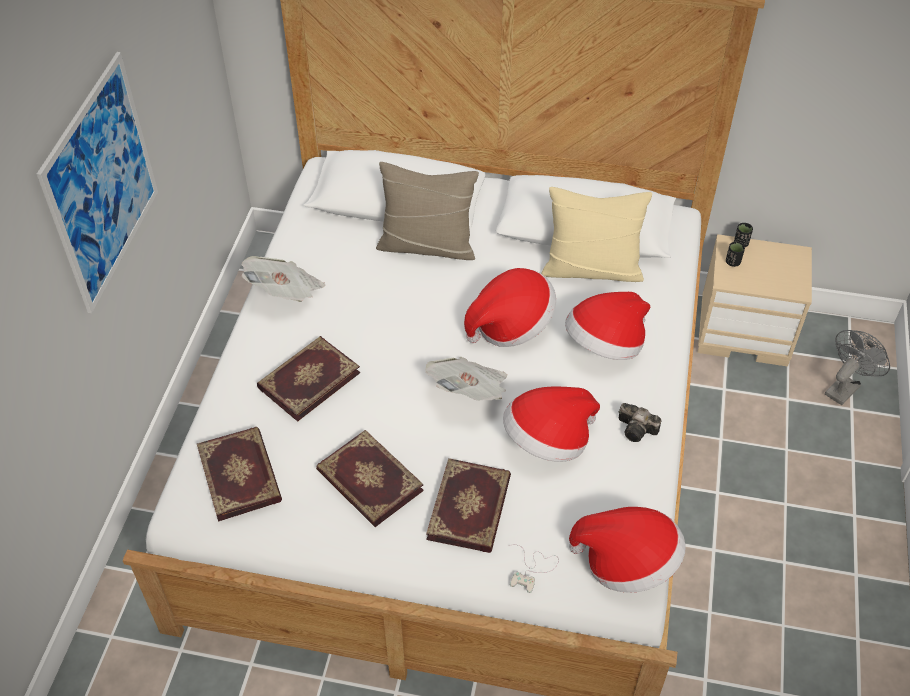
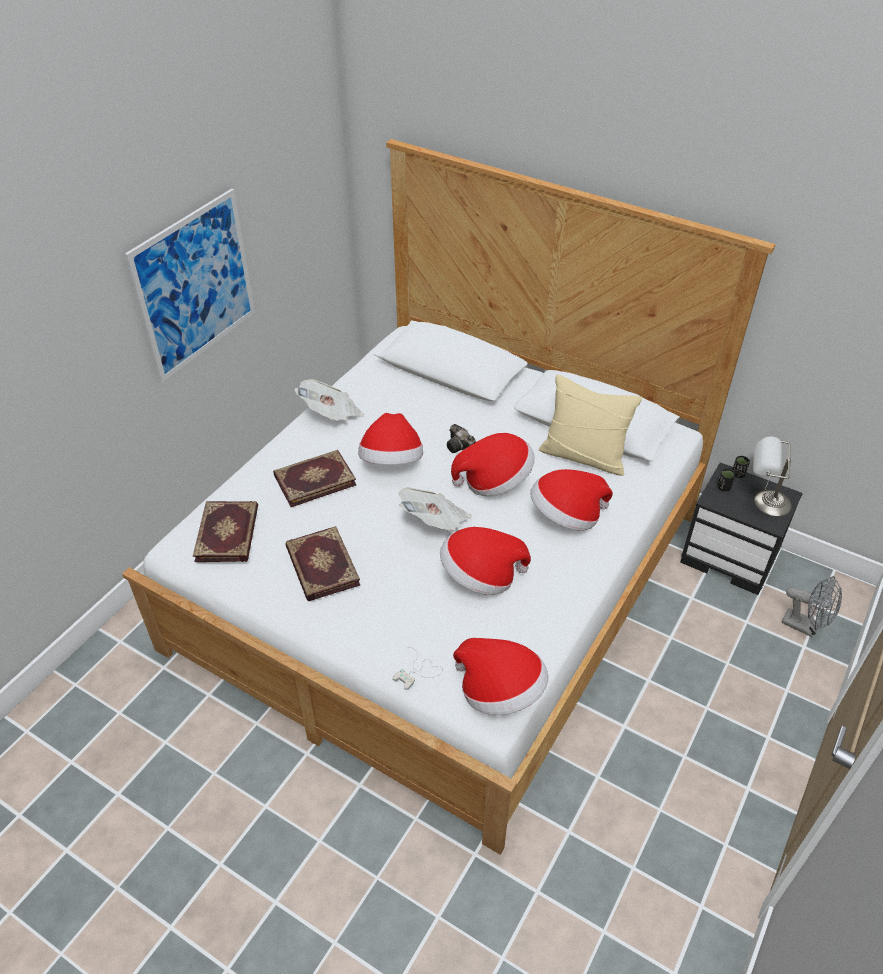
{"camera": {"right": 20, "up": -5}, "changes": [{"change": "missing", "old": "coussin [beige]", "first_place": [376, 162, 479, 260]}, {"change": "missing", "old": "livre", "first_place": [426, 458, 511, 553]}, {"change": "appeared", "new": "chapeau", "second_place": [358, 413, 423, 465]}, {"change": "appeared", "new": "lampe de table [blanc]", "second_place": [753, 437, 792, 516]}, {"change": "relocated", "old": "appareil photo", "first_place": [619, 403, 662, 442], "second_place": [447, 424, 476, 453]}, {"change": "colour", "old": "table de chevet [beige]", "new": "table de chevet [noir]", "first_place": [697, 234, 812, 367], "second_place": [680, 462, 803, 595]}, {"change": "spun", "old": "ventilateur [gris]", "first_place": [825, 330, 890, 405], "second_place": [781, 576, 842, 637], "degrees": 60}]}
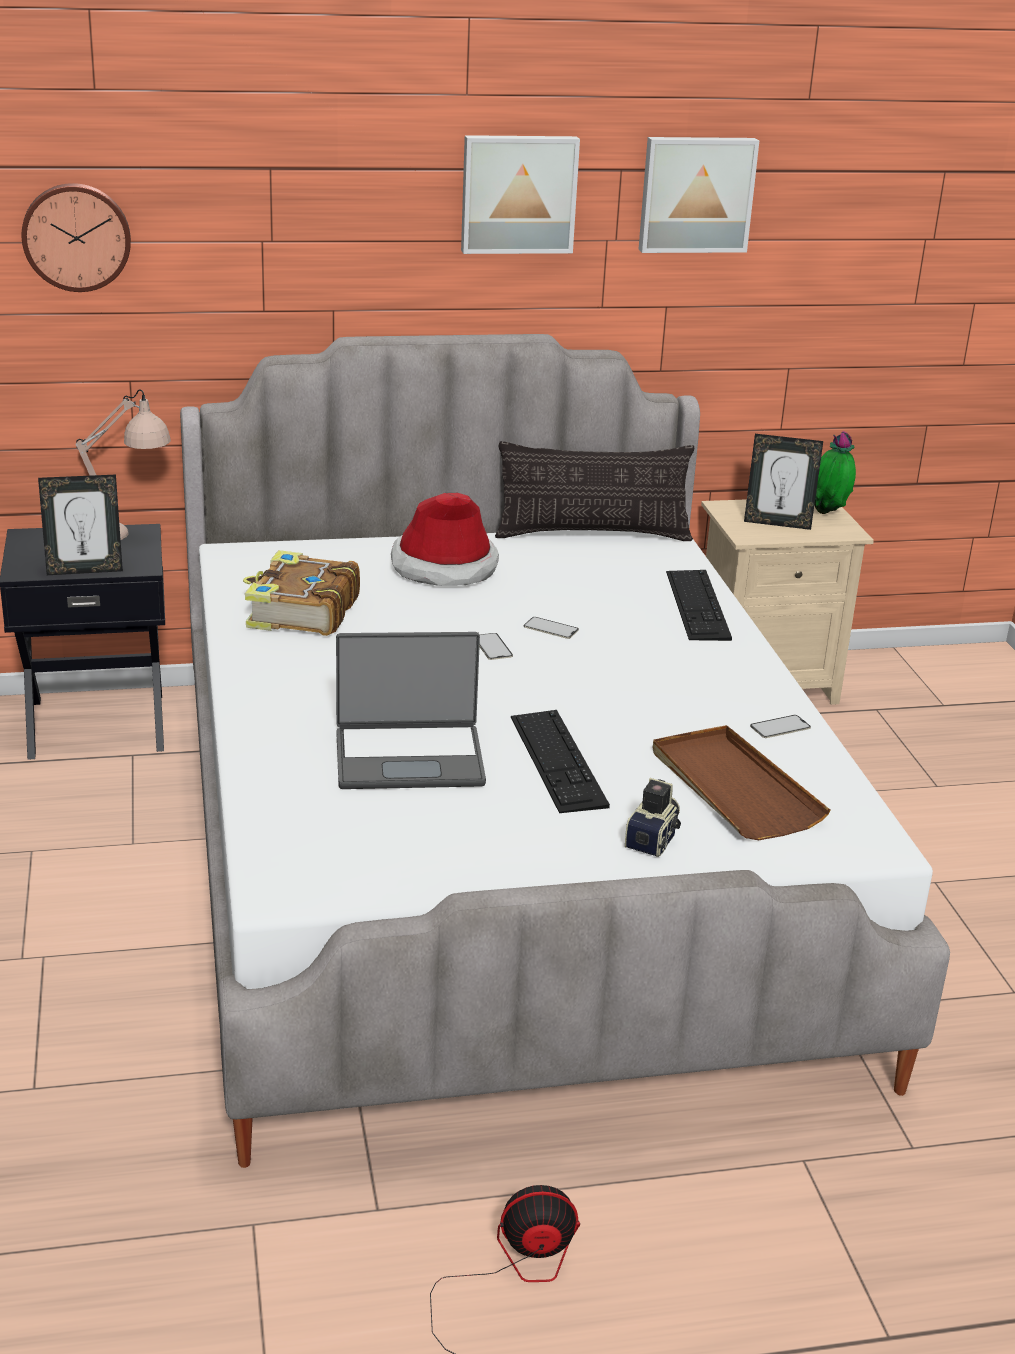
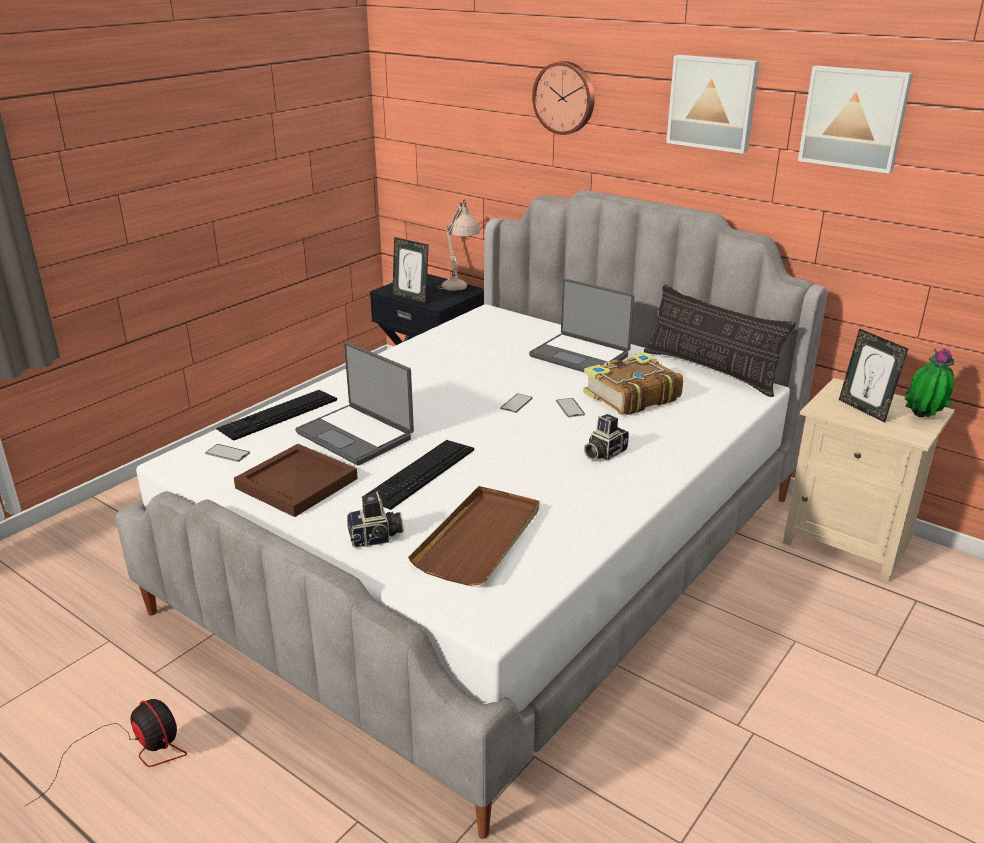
{"camera": {"right": 50, "up": 0}, "changes": [{"change": "appeared", "new": "plateau [marron]", "second_place": [234, 444, 358, 517]}, {"change": "appeared", "new": "appareil photo", "second_place": [584, 414, 629, 461]}, {"change": "relocated", "old": "horloge murale", "first_place": [22, 183, 131, 292], "second_place": [532, 61, 595, 135]}, {"change": "relocated", "old": "livre", "first_place": [243, 550, 360, 636], "second_place": [583, 352, 683, 415]}, {"change": "relocated", "old": "clavier", "first_place": [666, 570, 732, 641], "second_place": [216, 390, 337, 441]}, {"change": "relocated", "old": "téléphone", "first_place": [750, 715, 811, 738], "second_place": [205, 444, 250, 462]}, {"change": "exchanged", "old": "chapeau", "new": "ordinateur portable", "first_place": [391, 493, 499, 586], "second_place": [529, 279, 634, 372]}]}
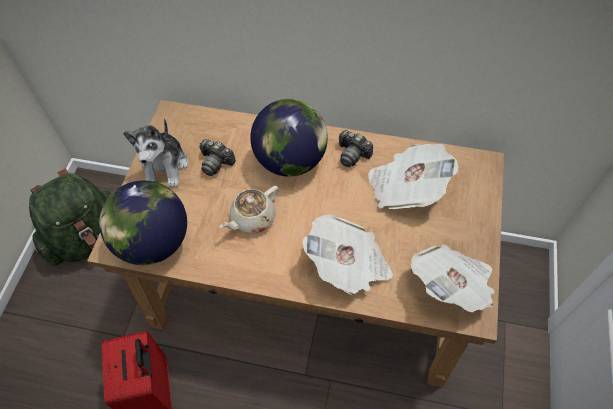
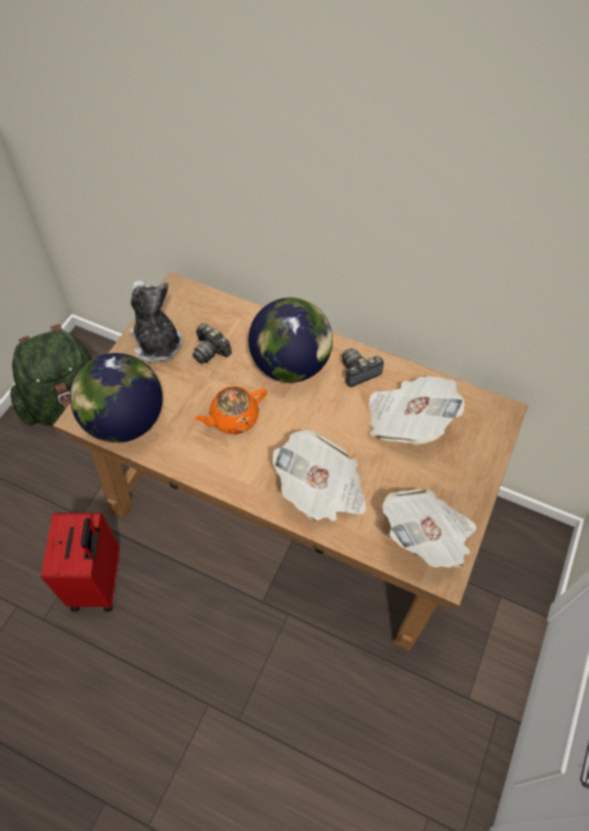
{"camera": {"right": 10, "up": 0}, "changes": [{"change": "colour", "old": "théière [beige]", "new": "théière [orange]", "first_place": [220, 186, 279, 234], "second_place": [194, 386, 267, 434]}, {"change": "spun", "old": "peluche", "first_place": [123, 118, 188, 187], "second_place": [130, 280, 183, 363], "degrees": 135}, {"change": "spun", "old": "appareil photo", "first_place": [339, 130, 373, 167], "second_place": [342, 348, 384, 387], "degrees": 105}]}
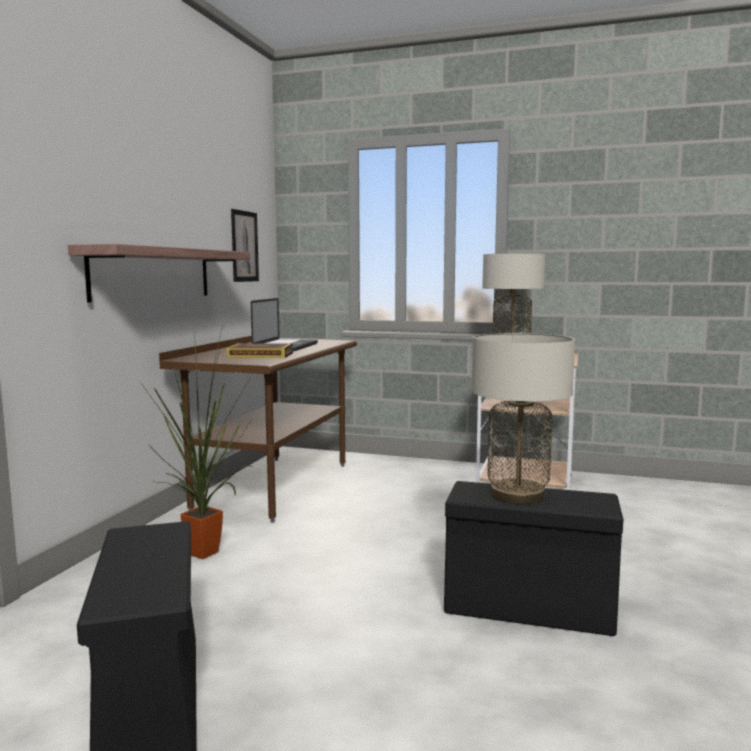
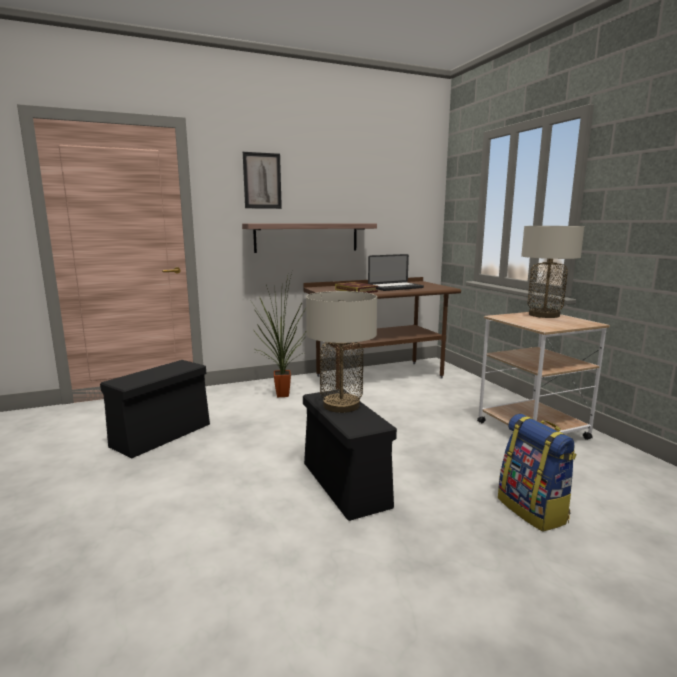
{"camera": {"right": 50, "up": 5}, "changes": [{"change": "appeared", "new": "sac à dos", "second_place": [498, 414, 577, 532]}, {"change": "relocated", "old": "tableau", "first_place": [231, 209, 259, 282], "second_place": [243, 152, 282, 209]}]}
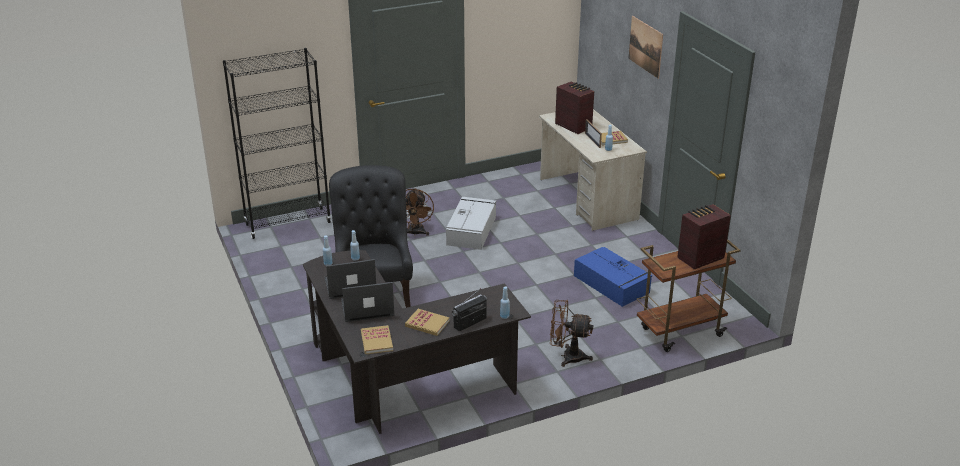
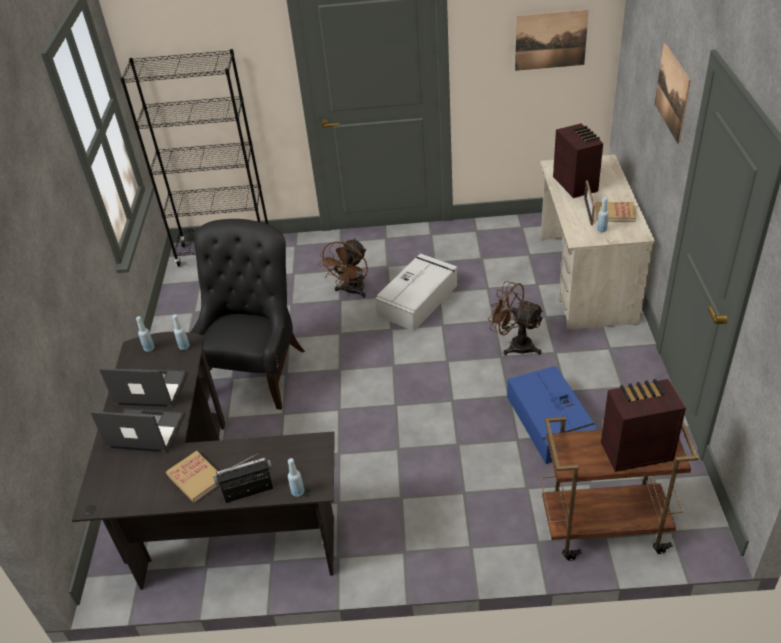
{"camera": {"right": 25, "up": 10}, "changes": [{"change": "missing", "old": "livre", "first_place": [361, 325, 393, 354]}, {"change": "appeared", "new": "tableau", "second_place": [515, 9, 589, 71]}, {"change": "relocated", "old": "ventilateur [marron]", "first_place": [550, 300, 593, 367], "second_place": [488, 281, 544, 355]}]}
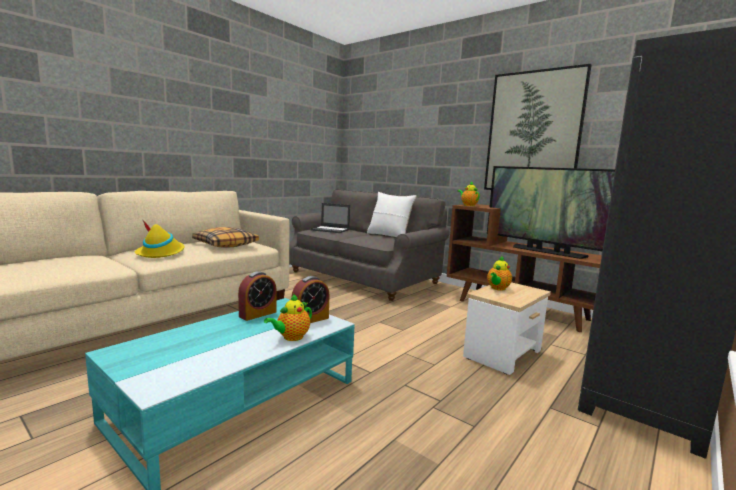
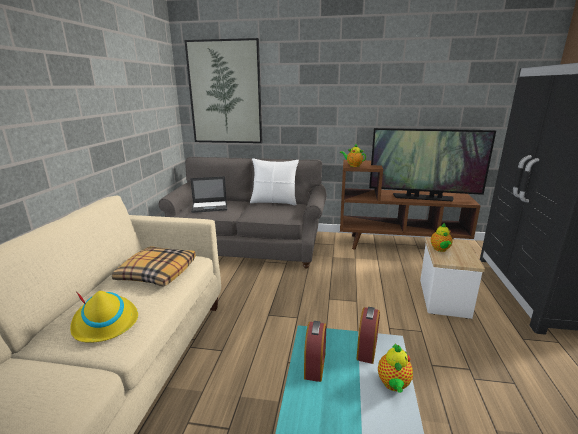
{"camera": {"right": -30, "up": 10}, "changes": [{"change": "relocated", "old": "tableau", "first_place": [484, 64, 592, 190], "second_place": [184, 38, 262, 143]}]}
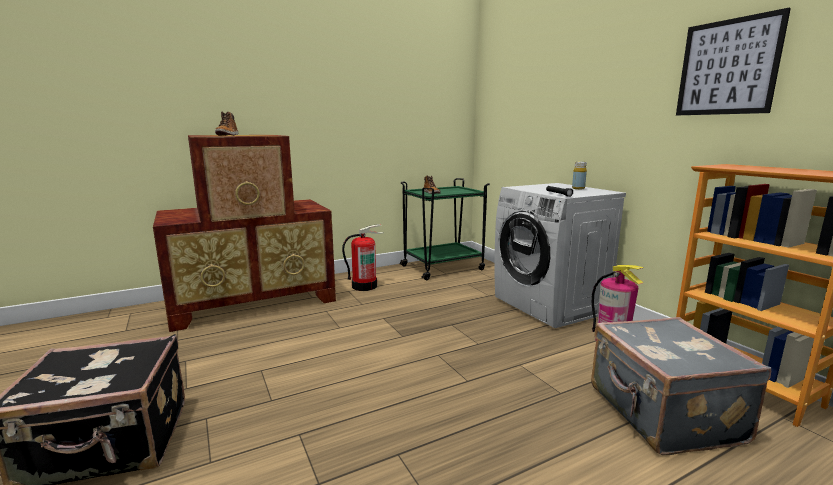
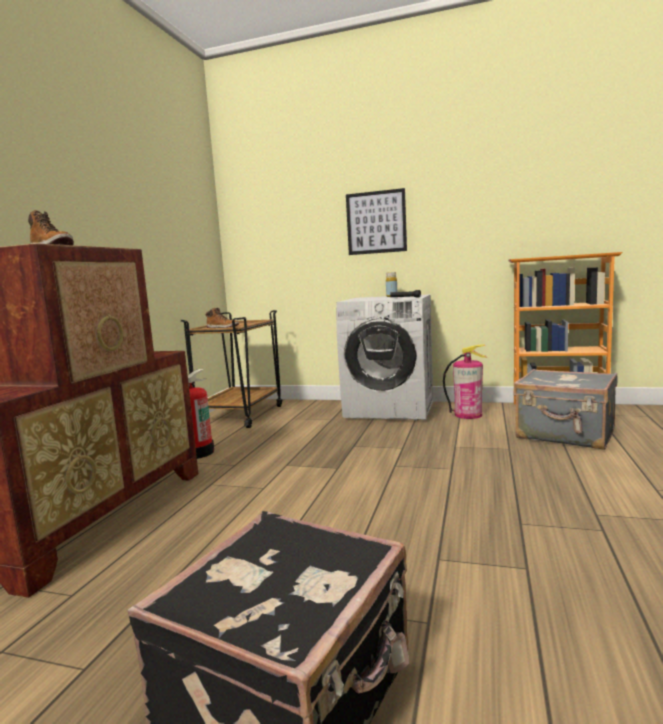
{"camera": {"right": -45, "up": -5}, "changes": [{"change": "relocated", "old": "tableau", "first_place": [676, 8, 791, 115], "second_place": [346, 188, 407, 255]}, {"change": "colour", "old": "chariot [vert]", "new": "chariot [marron]", "first_place": [400, 178, 490, 280], "second_place": [181, 310, 282, 428]}]}
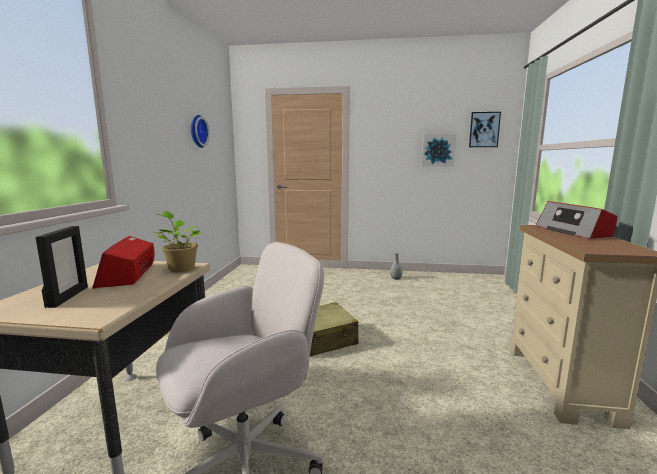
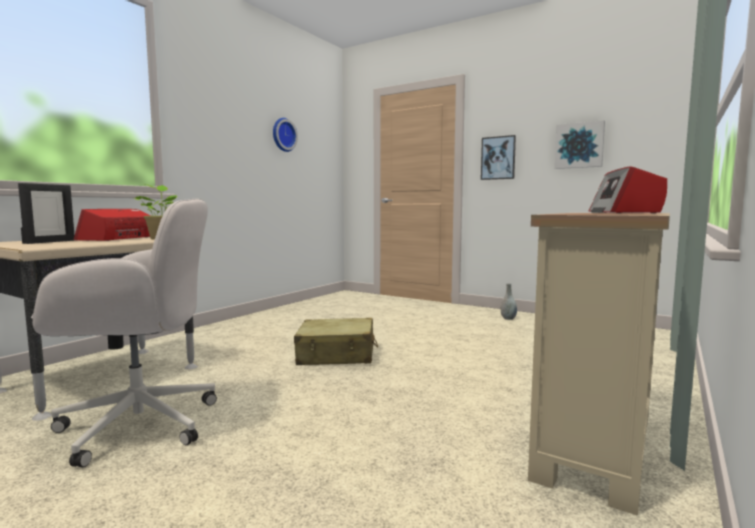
{"camera": {"right": 25, "up": -5}, "changes": [{"change": "relocated", "old": "tableau", "first_place": [469, 112, 501, 147], "second_place": [481, 135, 516, 180]}]}
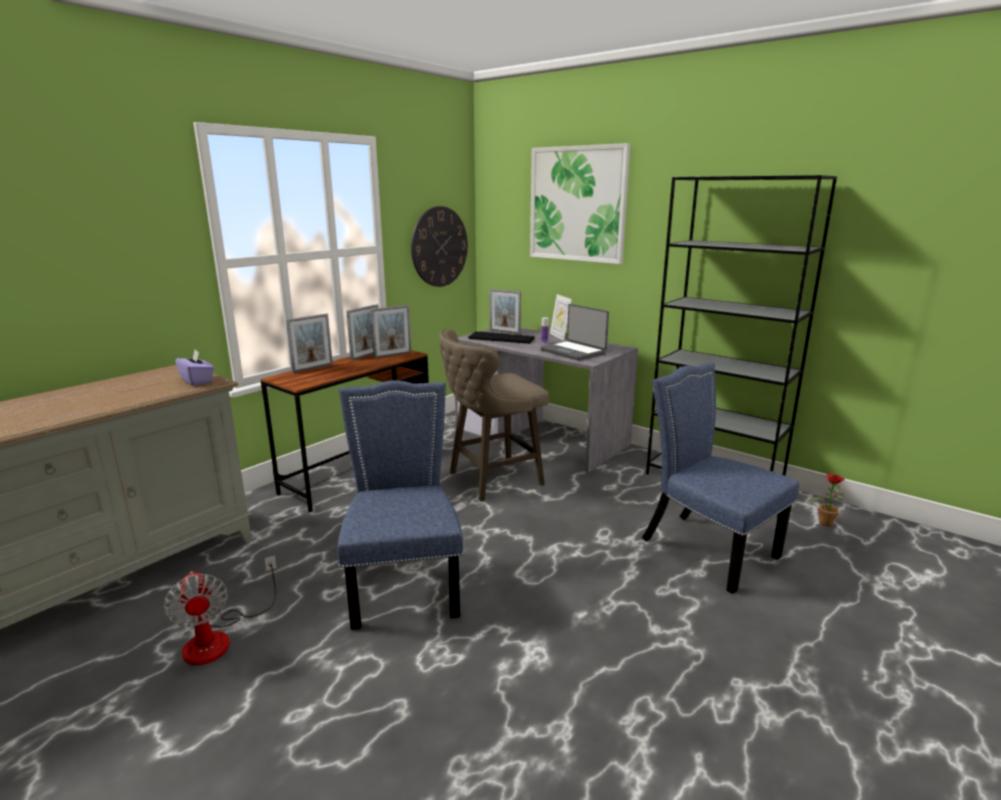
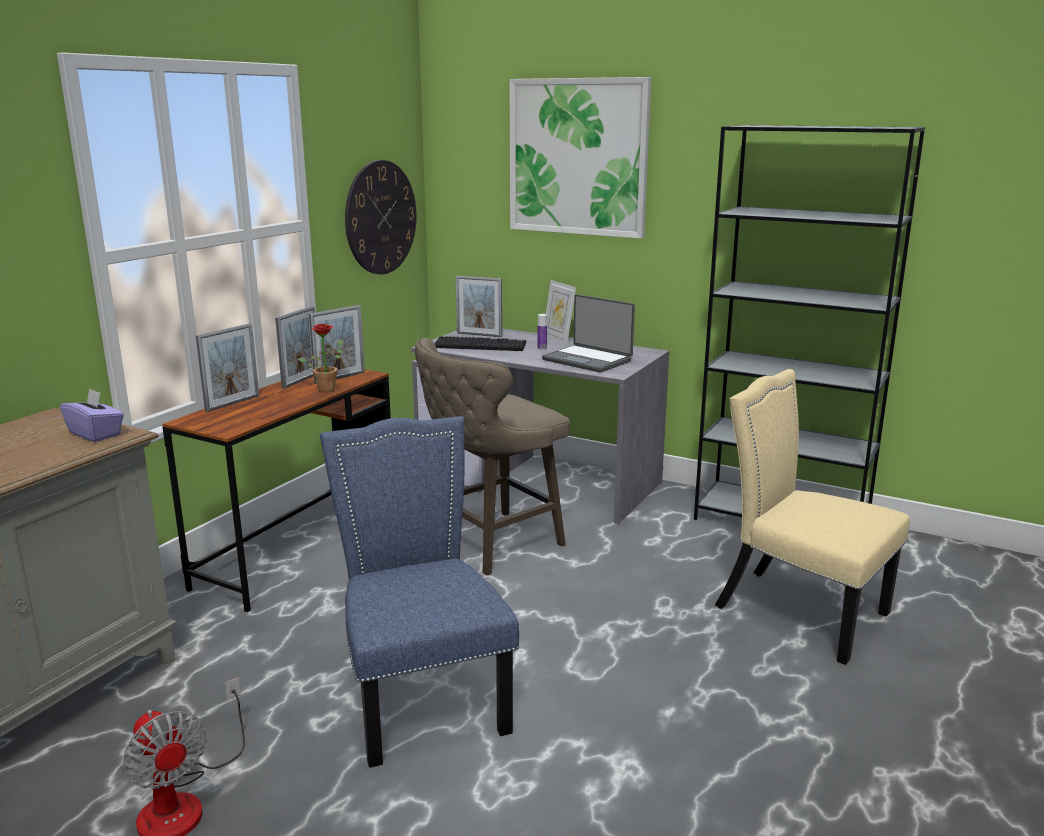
{"camera": {"right": -10, "up": 0}, "changes": [{"change": "relocated", "old": "plante en pot", "first_place": [810, 474, 845, 526], "second_place": [298, 324, 344, 393]}, {"change": "colour", "old": "chaise [bleu]", "new": "chaise [beige]", "first_place": [642, 362, 799, 594], "second_place": [715, 369, 910, 665]}]}
